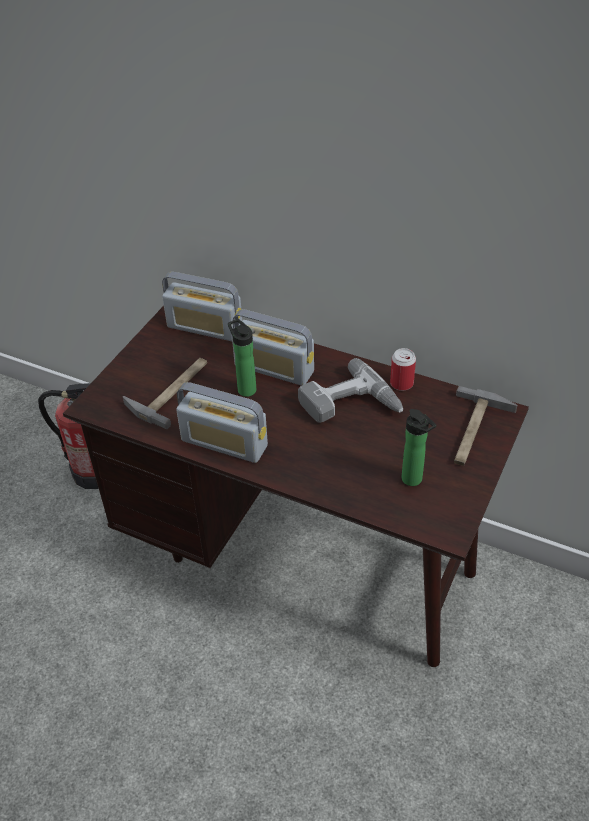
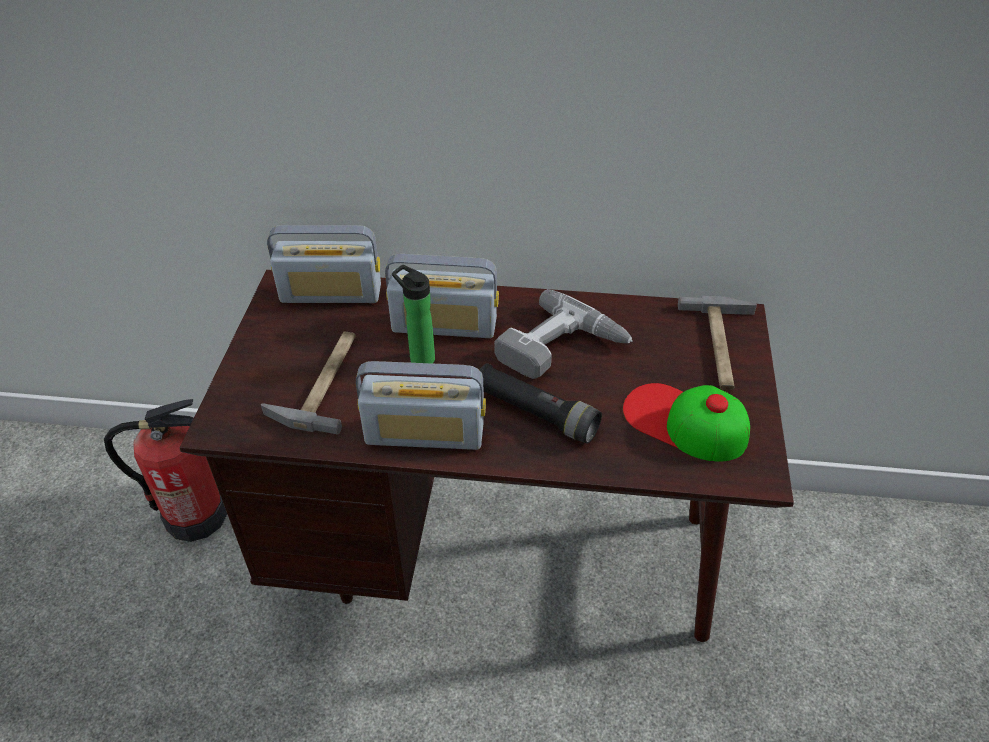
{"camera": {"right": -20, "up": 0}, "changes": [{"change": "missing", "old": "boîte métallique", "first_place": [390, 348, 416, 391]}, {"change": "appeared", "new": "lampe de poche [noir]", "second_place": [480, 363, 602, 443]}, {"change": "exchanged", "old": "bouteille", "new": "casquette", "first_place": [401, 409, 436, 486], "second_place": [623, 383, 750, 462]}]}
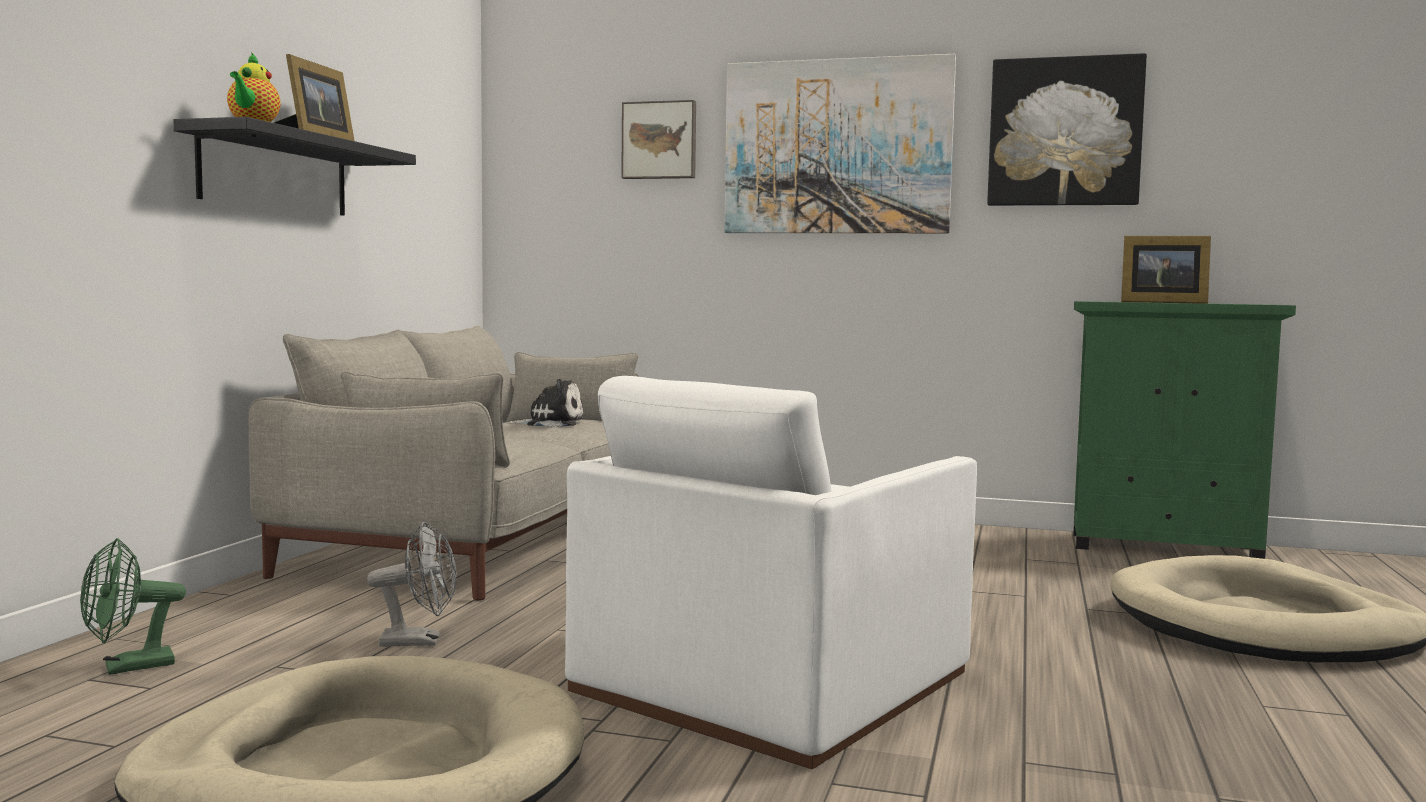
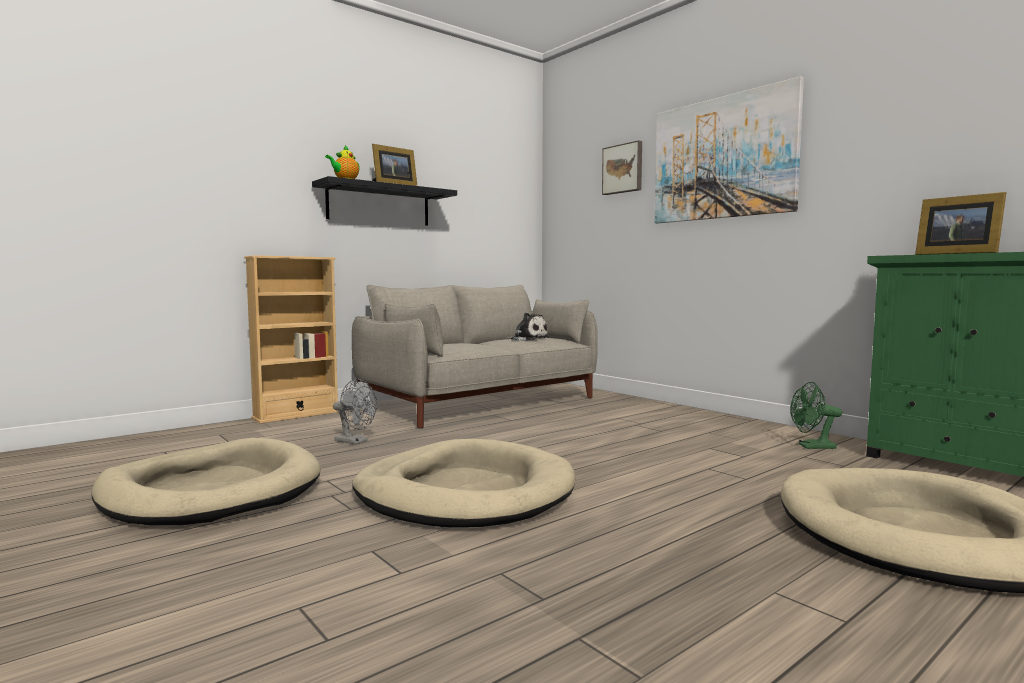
{"camera": {"right": 35, "up": 0}, "changes": [{"change": "missing", "old": "tableau", "first_place": [987, 53, 1147, 206]}, {"change": "appeared", "new": "bibliothèque [beige]", "second_place": [244, 255, 339, 424]}, {"change": "relocated", "old": "ventilateur [vert]", "first_place": [80, 538, 186, 675], "second_place": [790, 382, 842, 449]}, {"change": "exchanged", "old": "fauteuil [blanc]", "new": "panier pour chien [beige]", "first_place": [565, 376, 977, 770], "second_place": [352, 439, 575, 527]}]}
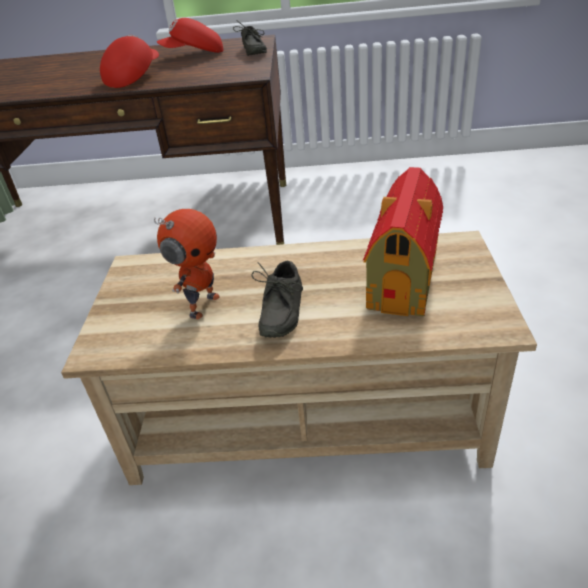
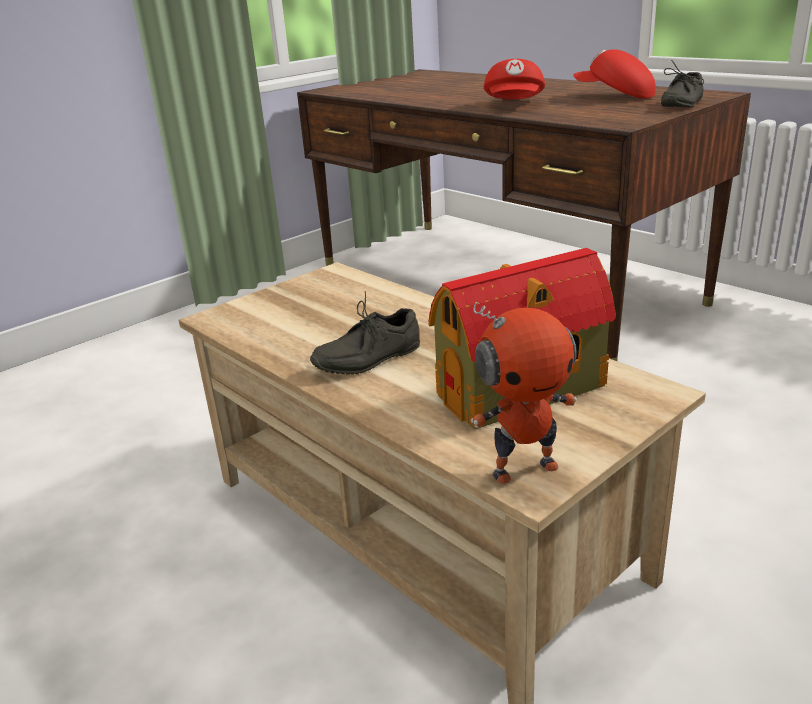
{"camera": {"right": 45, "up": -10}, "changes": [{"change": "relocated", "old": "robot jouet", "first_place": [154, 209, 219, 319], "second_place": [470, 302, 577, 484]}, {"change": "spun", "old": "casquette [rouge]", "first_place": [100, 35, 159, 88], "second_place": [484, 59, 545, 100], "degrees": 120}]}
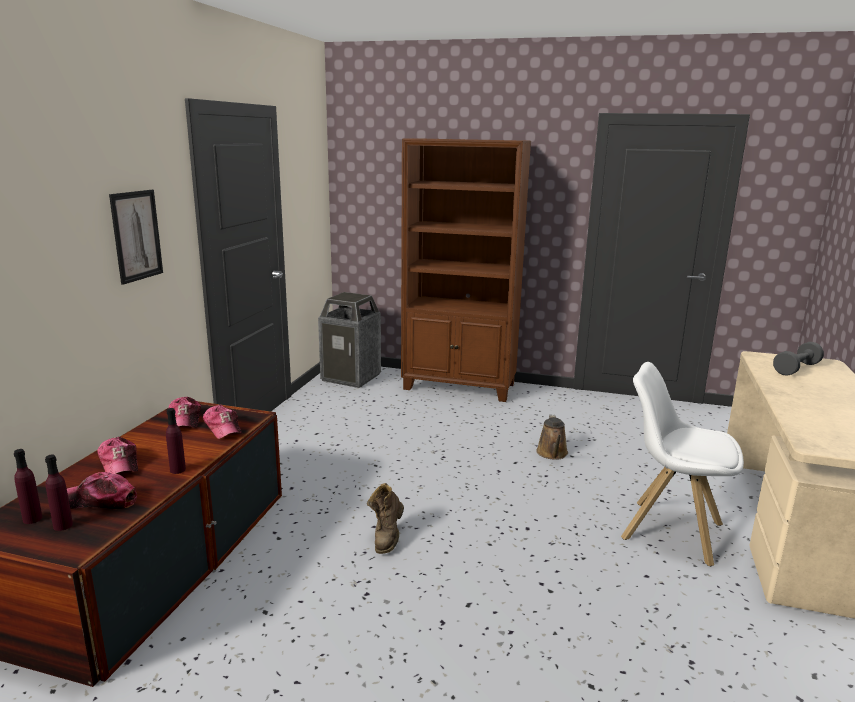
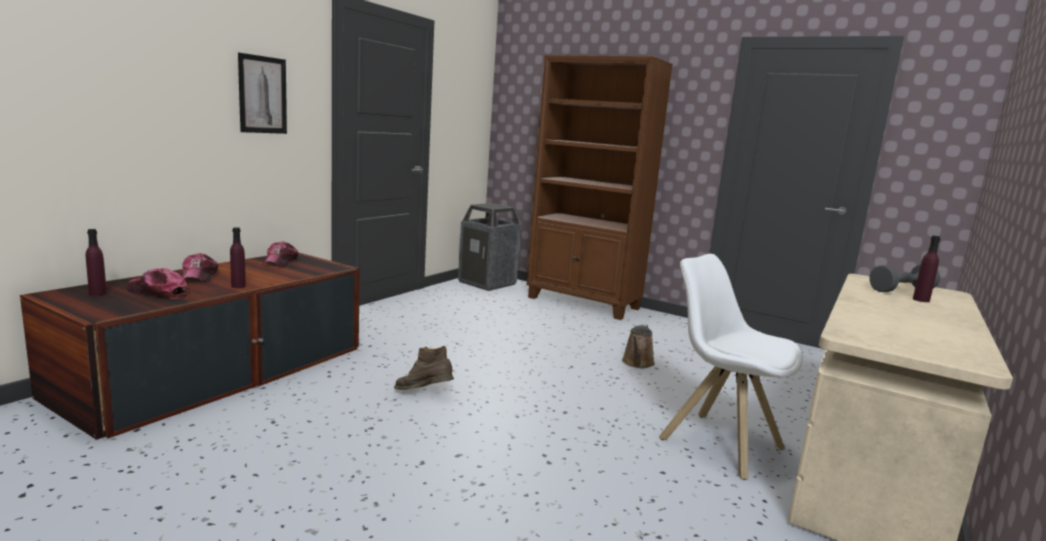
{"camera": {"right": 15, "up": -5}, "changes": [{"change": "missing", "old": "casquette", "first_place": [203, 405, 242, 439]}, {"change": "relocated", "old": "bouteille [violet]", "first_place": [45, 455, 73, 531], "second_place": [913, 236, 940, 302]}, {"change": "spun", "old": "botte [marron]", "first_place": [367, 483, 404, 554], "second_place": [394, 346, 454, 390], "degrees": 75}]}
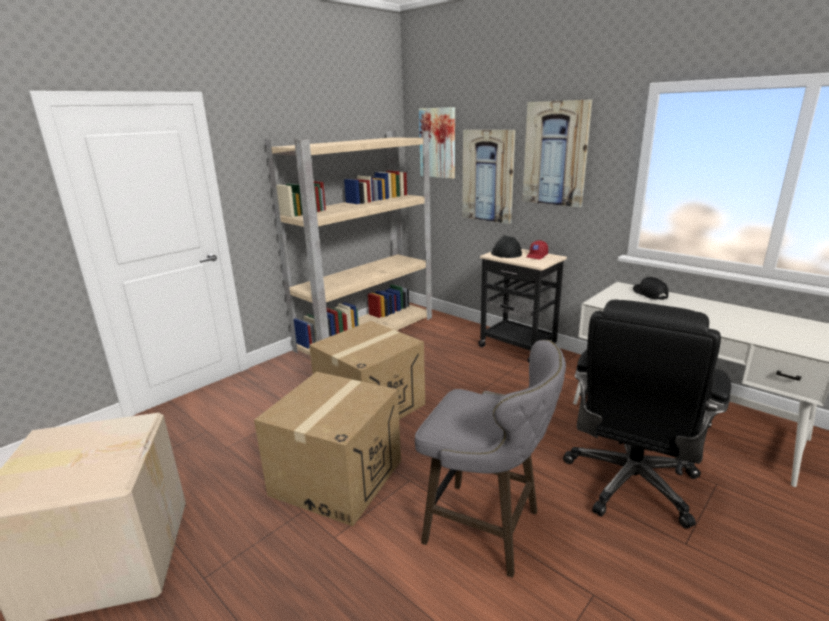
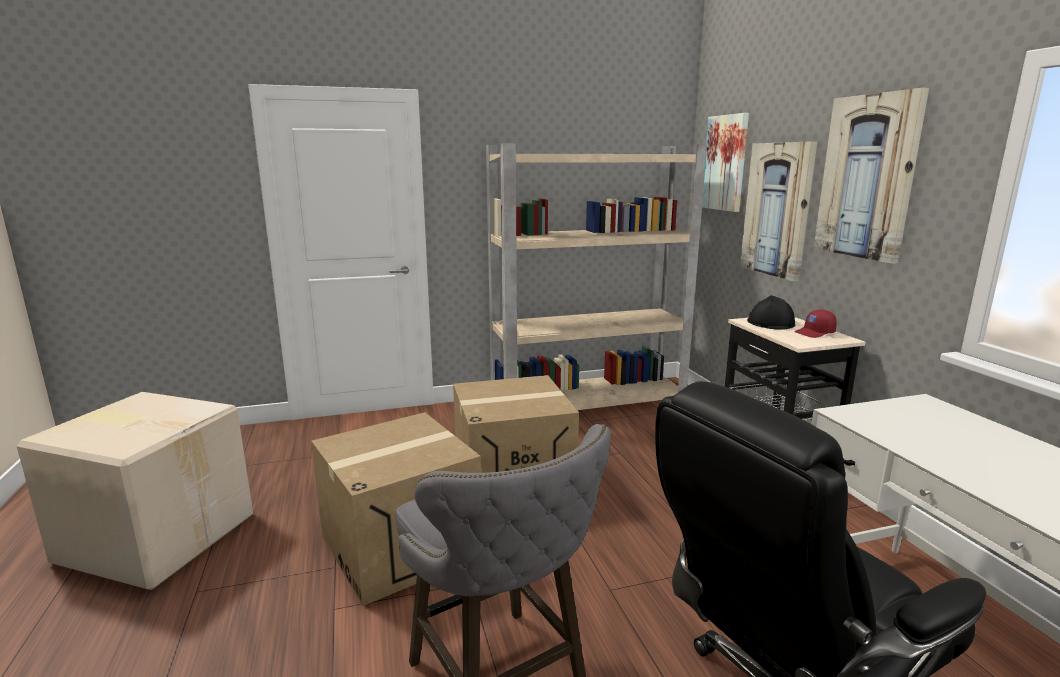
{"camera": {"right": 30, "up": -5}, "changes": [{"change": "missing", "old": "casquette [noir]", "first_place": [633, 277, 669, 300]}]}
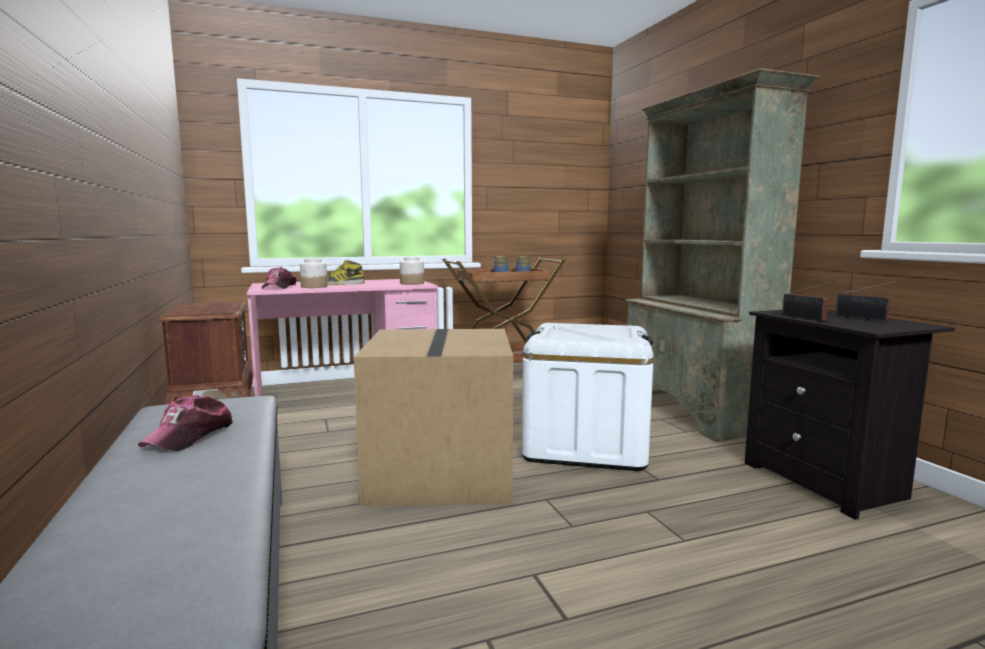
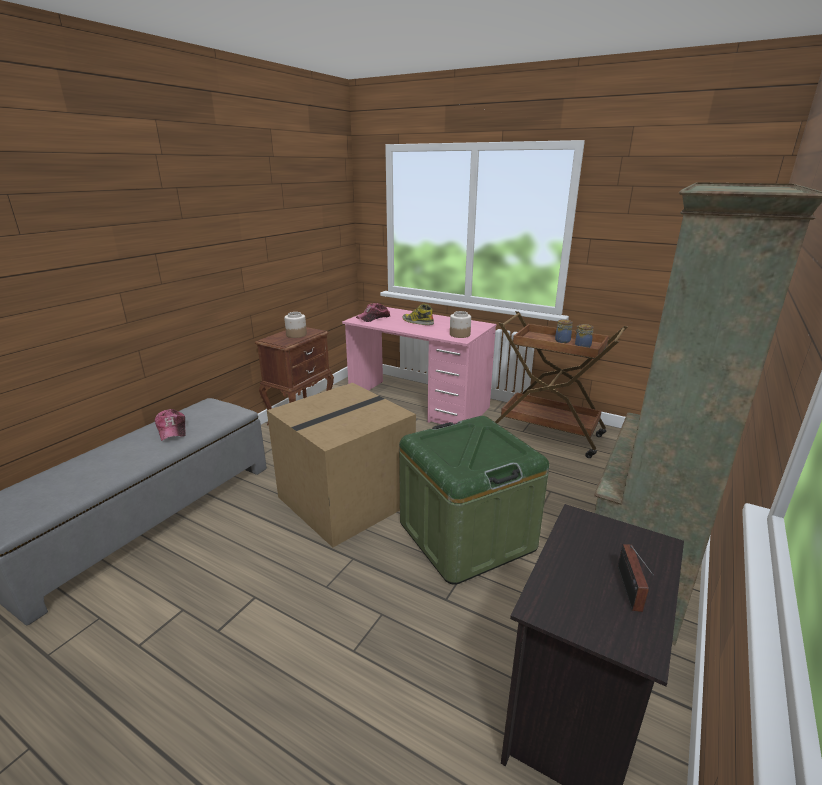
{"camera": {"right": 50, "up": 15}, "changes": [{"change": "missing", "old": "radio", "first_place": [782, 281, 834, 321]}, {"change": "relocated", "old": "bocal", "first_place": [300, 259, 327, 288], "second_place": [284, 312, 307, 338]}, {"change": "colour", "old": "boîte de rangement [blanc]", "new": "boîte de rangement [vert]", "first_place": [522, 323, 654, 471], "second_place": [399, 416, 549, 585]}, {"change": "spun", "old": "casquette", "first_place": [138, 395, 233, 451], "second_place": [155, 409, 186, 441], "degrees": -90}]}
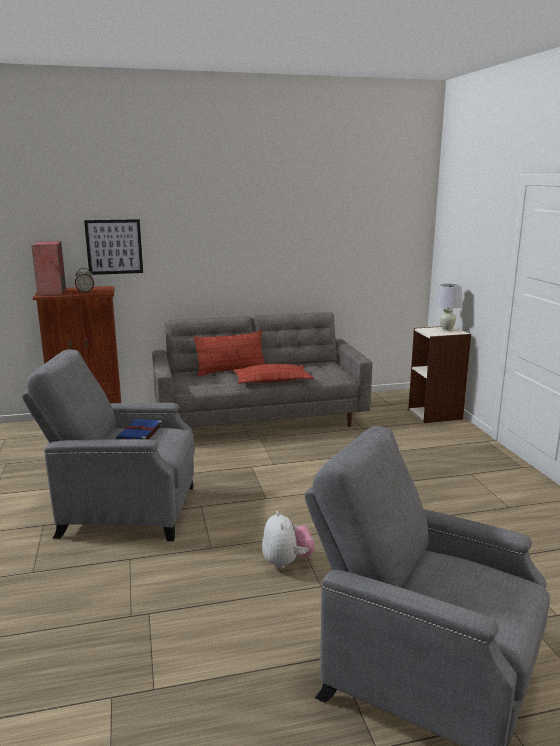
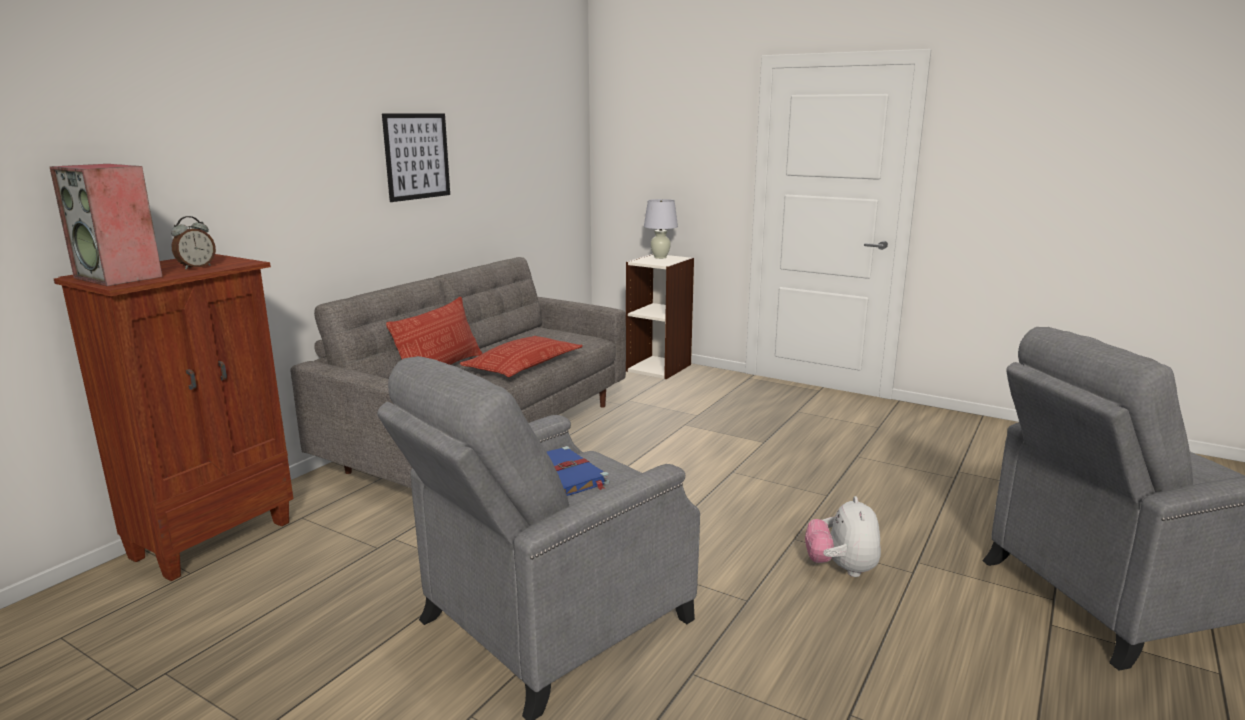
{"camera": {"right": -45, "up": 0}, "changes": [{"change": "relocated", "old": "tableau", "first_place": [84, 219, 143, 275], "second_place": [382, 113, 450, 202]}, {"change": "spun", "old": "peluche", "first_place": [262, 511, 315, 569], "second_place": [805, 496, 881, 577], "degrees": -120}]}
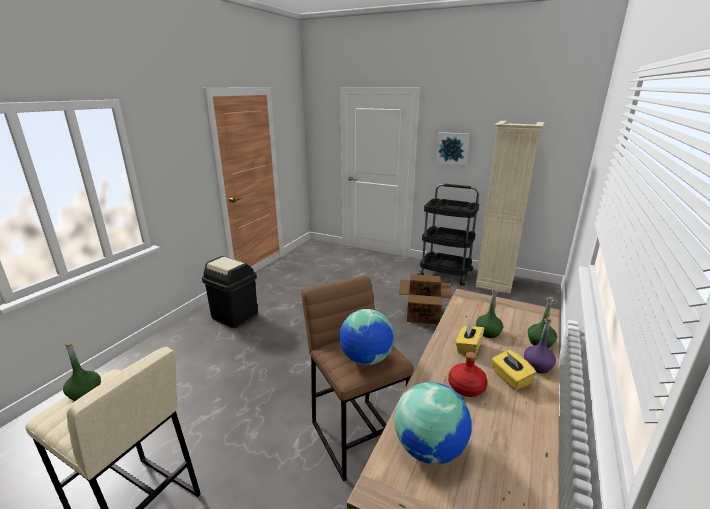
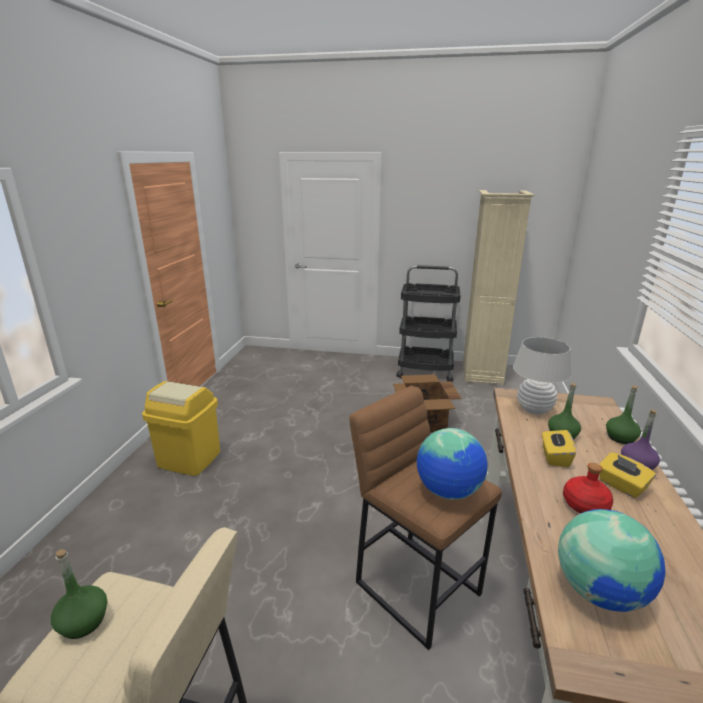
{"camera": {"right": -15, "up": 0}, "changes": [{"change": "missing", "old": "tableau", "first_place": [436, 132, 469, 165]}, {"change": "appeared", "new": "lampe de table [blanc]", "second_place": [513, 337, 571, 415]}, {"change": "colour", "old": "poubelle [noir]", "new": "poubelle [jaune]", "first_place": [202, 256, 258, 328], "second_place": [142, 381, 220, 476]}]}
